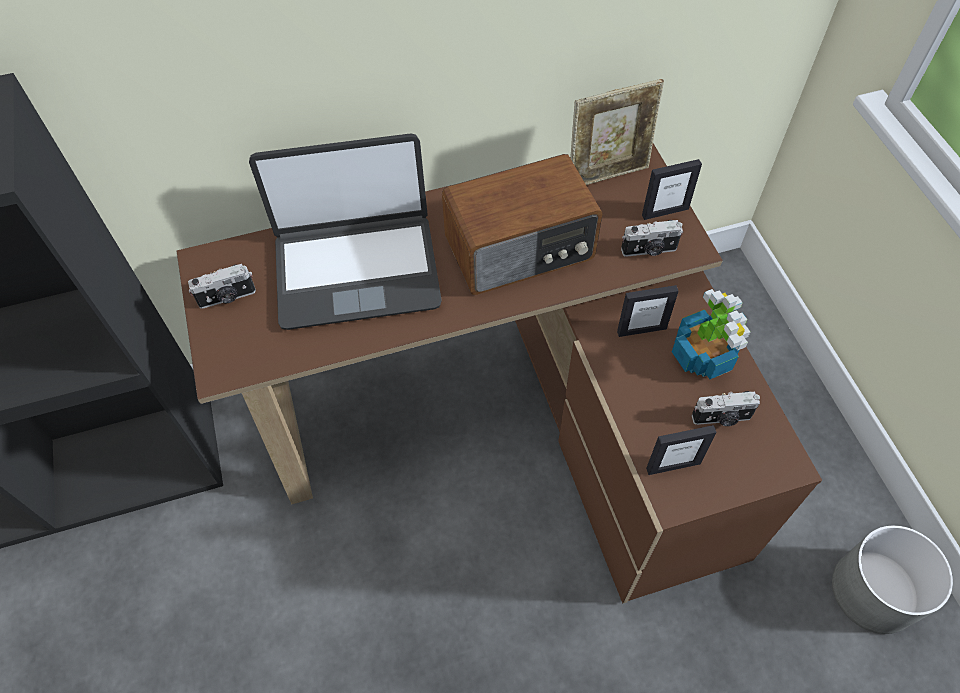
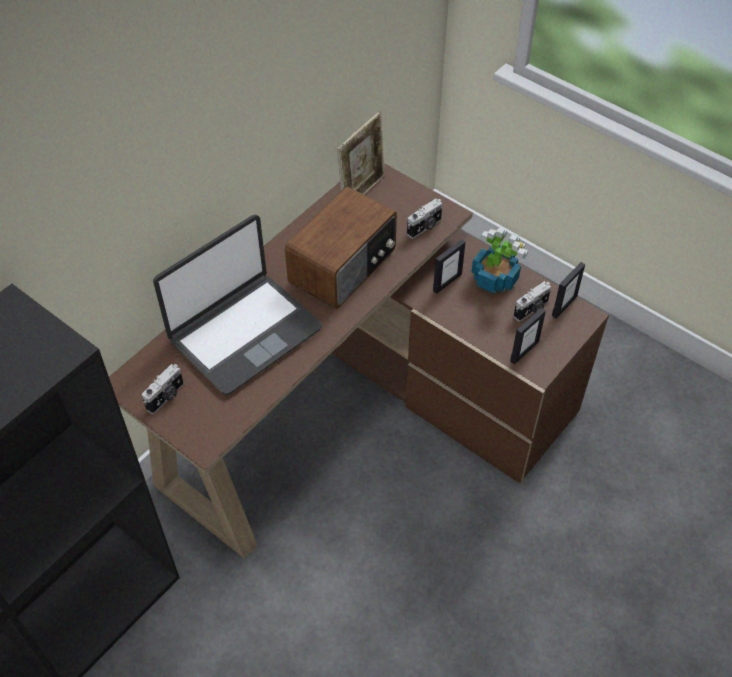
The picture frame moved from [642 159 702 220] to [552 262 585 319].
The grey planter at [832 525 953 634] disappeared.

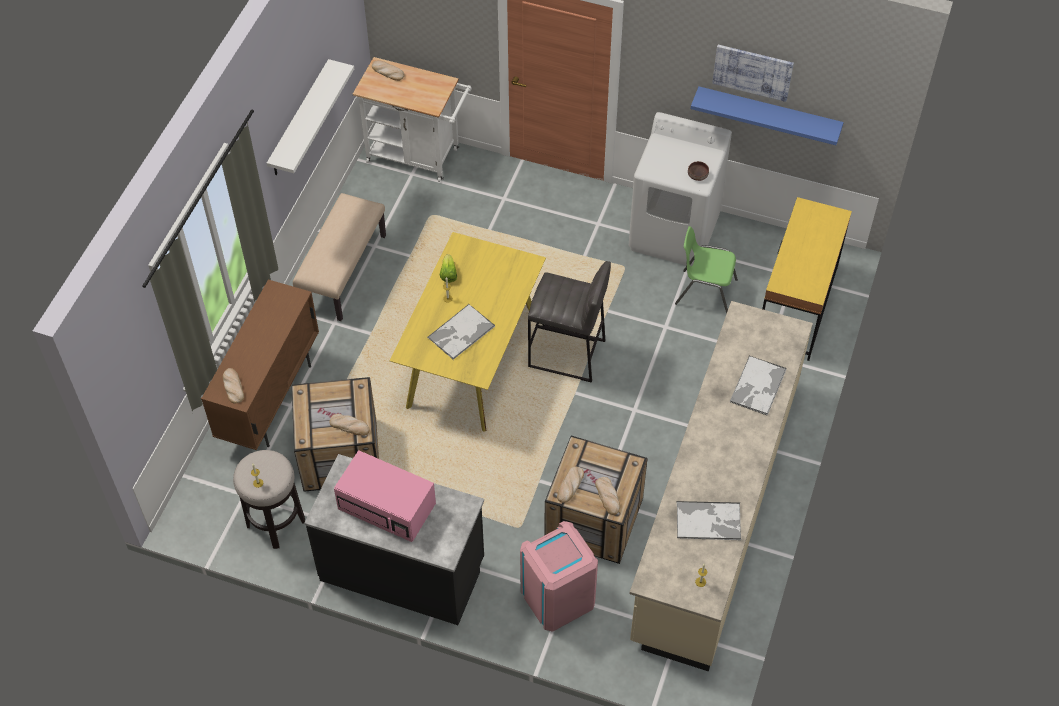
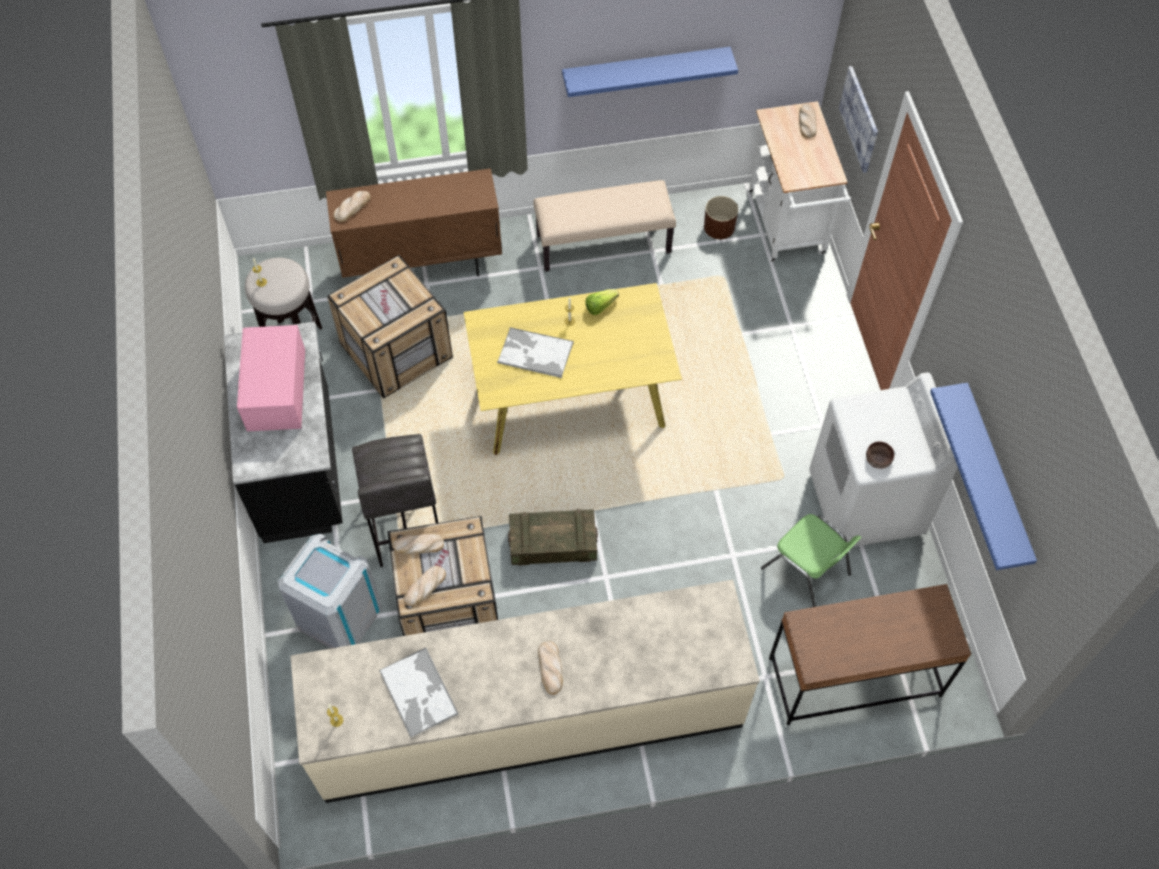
The white shelf at [267 59 354 175] became the blue shelf at [562 47 738 97].
The bread moved from [329 414 370 436] to [538 641 563 695].
The pink trash can at [520 521 598 632] became the grey trash can at [278 534 382 648].
The grey stool moved from [528 261 611 383] to [352 434 438 567].
The green chair at [675 226 738 314] turned 150 degrees clockwise.
The picture moved from [712 45 794 102] to [839 66 878 173].
The tray at [730 355 787 415] disappeared.
The yellow desk at [762 197 852 361] became the brown desk at [769 584 971 725].
The crate at [508 509 598 566] appeared.
The brown planter at [704 196 738 239] appeared.

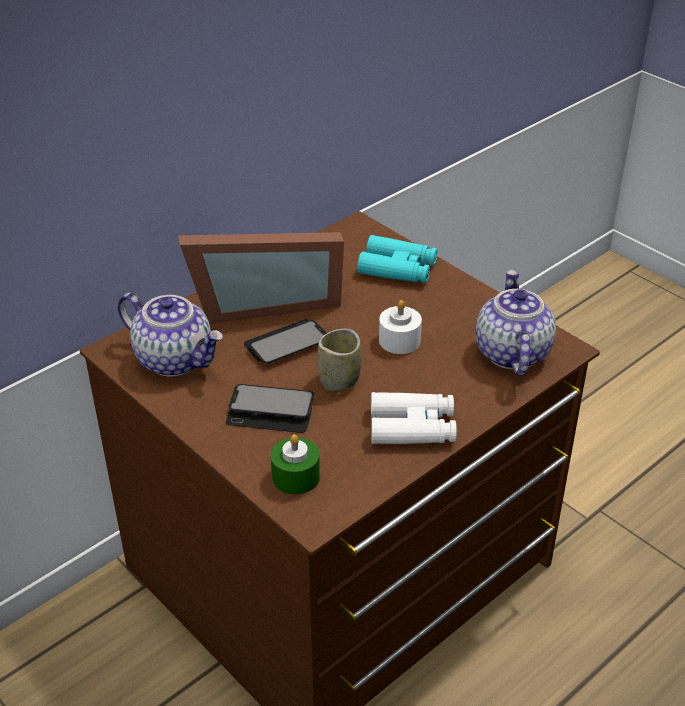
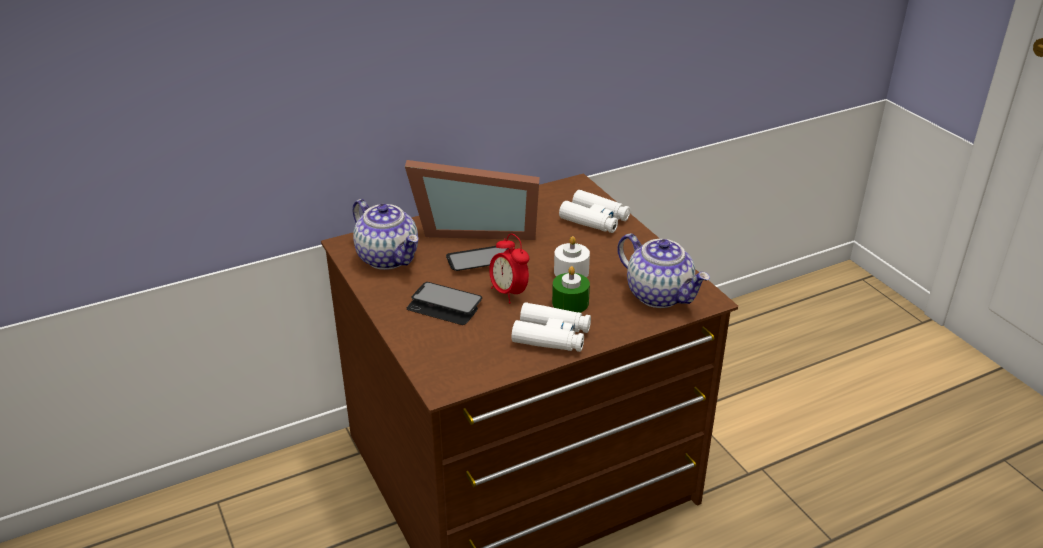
The green candle moved from [271 434 320 495] to [552 266 590 313].
The cup at [317 329 362 392] was replaced by the alarm clock at [489 233 529 303].
The turquoise binoculars at [357 235 437 283] became the white binoculars at [559 190 630 233].
The teapot at [475 270 556 375] turned 120 degrees clockwise.

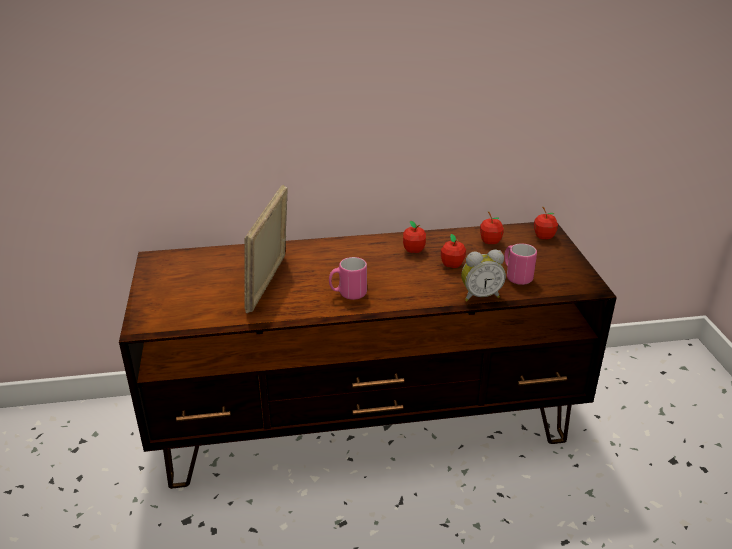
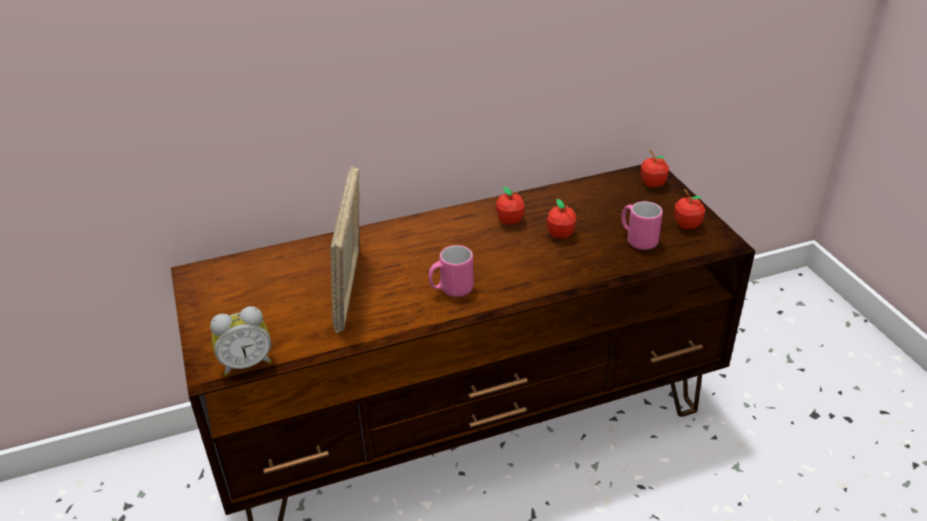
The alarm clock moved from [461 250 506 301] to [210 306 272 376].
The apple moved from [480 211 504 244] to [674 189 705 229].

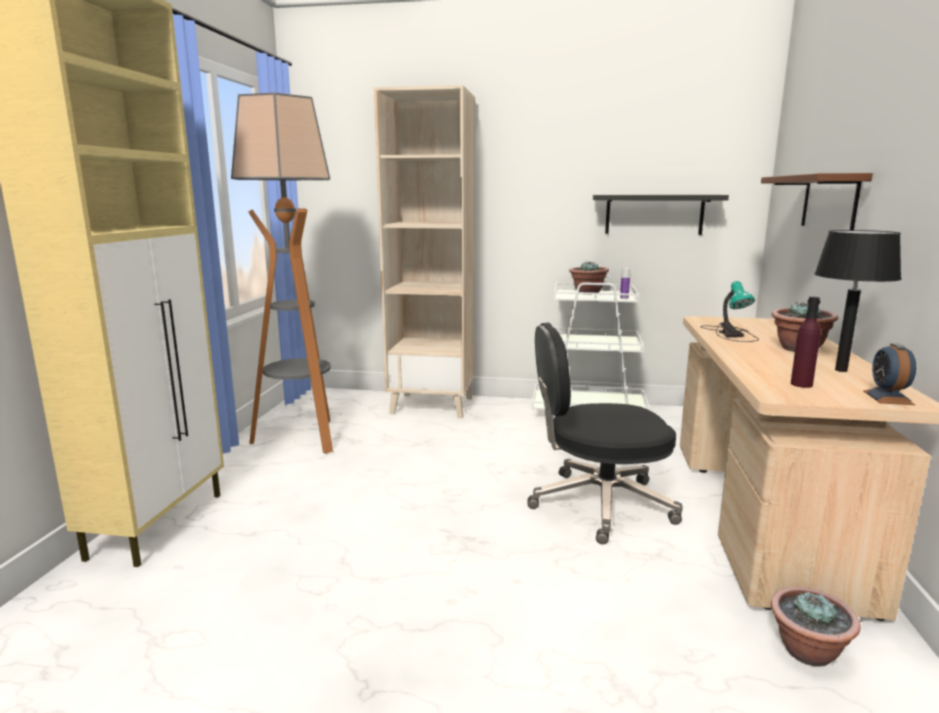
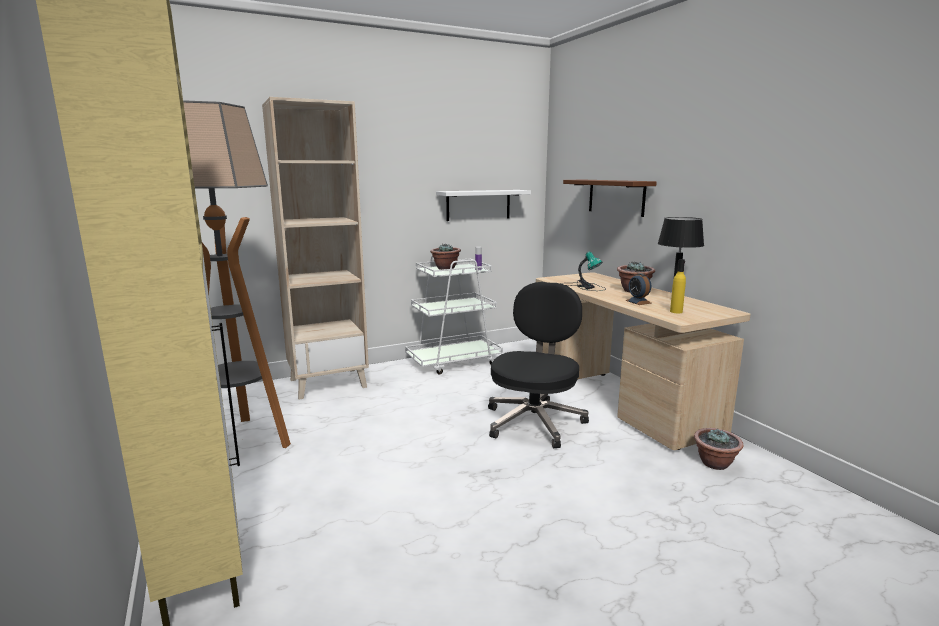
The black office chair at [528 322 683 544] turned 150 degrees clockwise.
The black shelf at [593 195 729 235] became the white shelf at [436 190 531 221].
The purple bottle at [791 297 820 388] became the yellow bottle at [670 259 686 313].
The alarm clock moved from [863 343 916 405] to [625 273 652 305].

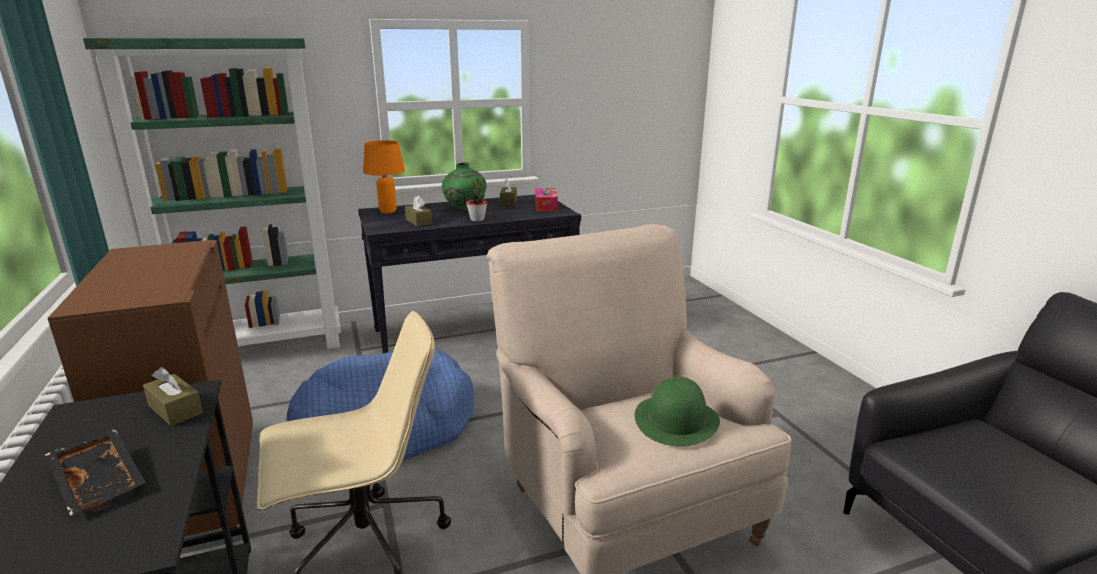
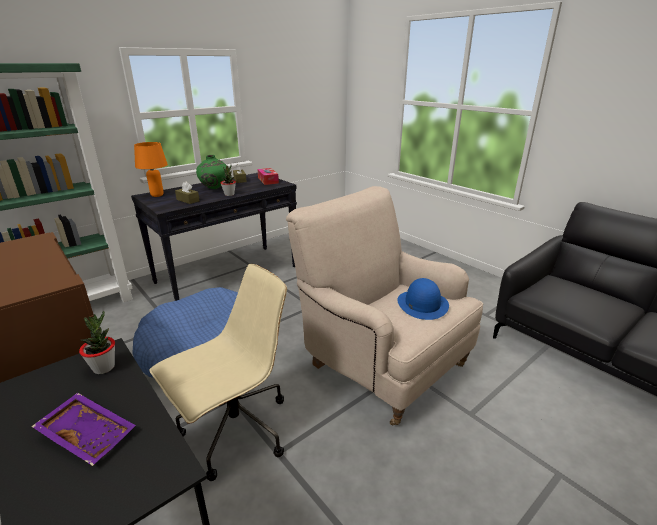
The black tray at [45 429 146 516] became the purple tray at [31 393 136 466].
The brown tissue box at [143 367 203 426] was replaced by the potted plant at [79 311 115 374].
The green hat at [635 377 720 447] became the blue hat at [397 278 449 320].

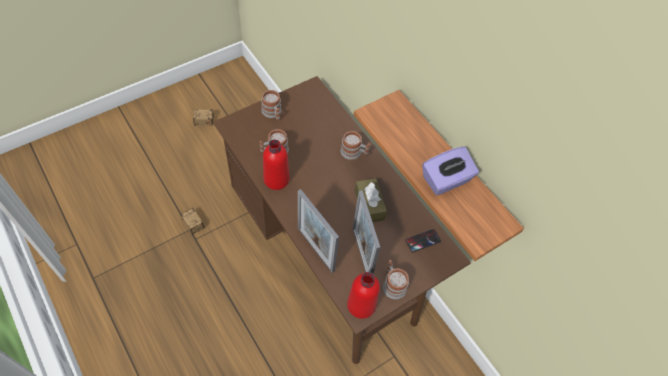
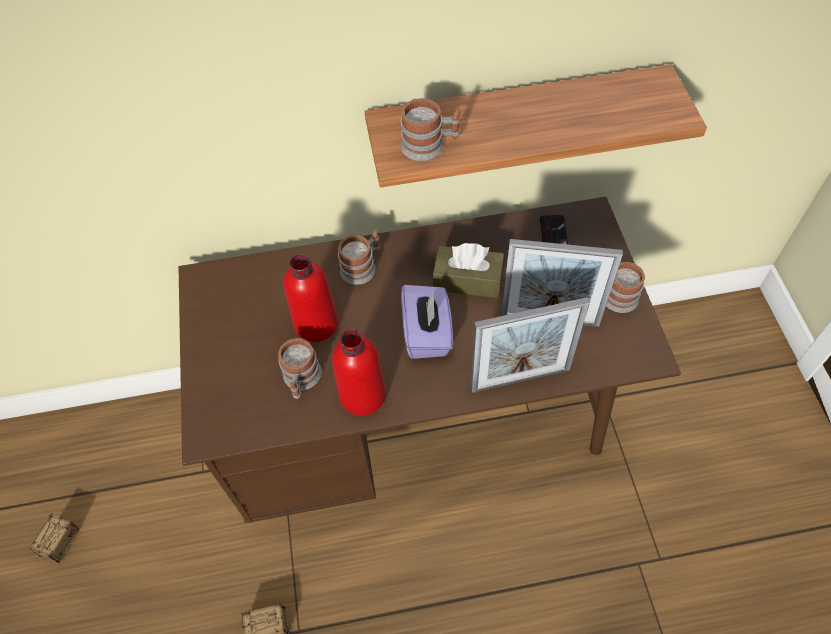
The mug moved from [261 90 282 120] to [401 98 461 161].
The red bottle moved from [347 272 380 319] to [284 254 338 342].
The purple tissue box moved from [422 147 479 195] to [401 285 453 359].

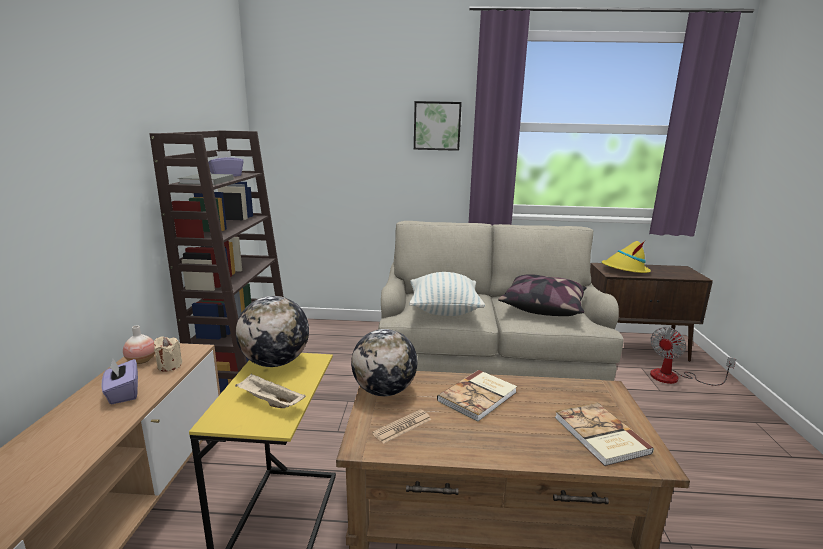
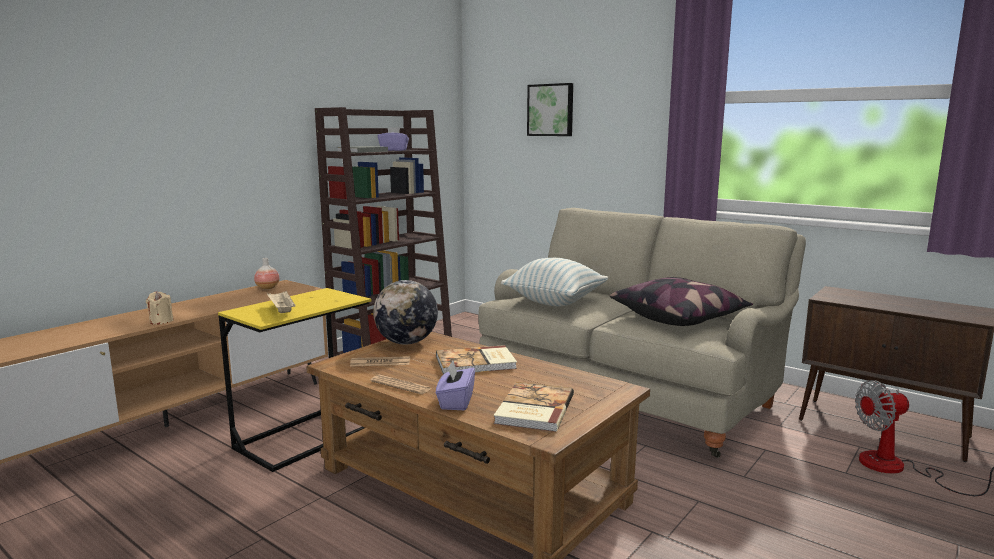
The purple tissue box moved from [102 359 138 404] to [436 361 475 410].
The beige candle moved from [154 336 182 372] to [146 291 174 325].
The globe at [236 296 309 367] disappeared.
The picture moved from [414 101 462 151] to [527 83 573 136].
The yellow hat at [601 241 651 273] disappeared.
The newspaper at [370 375 432 394] appeared.

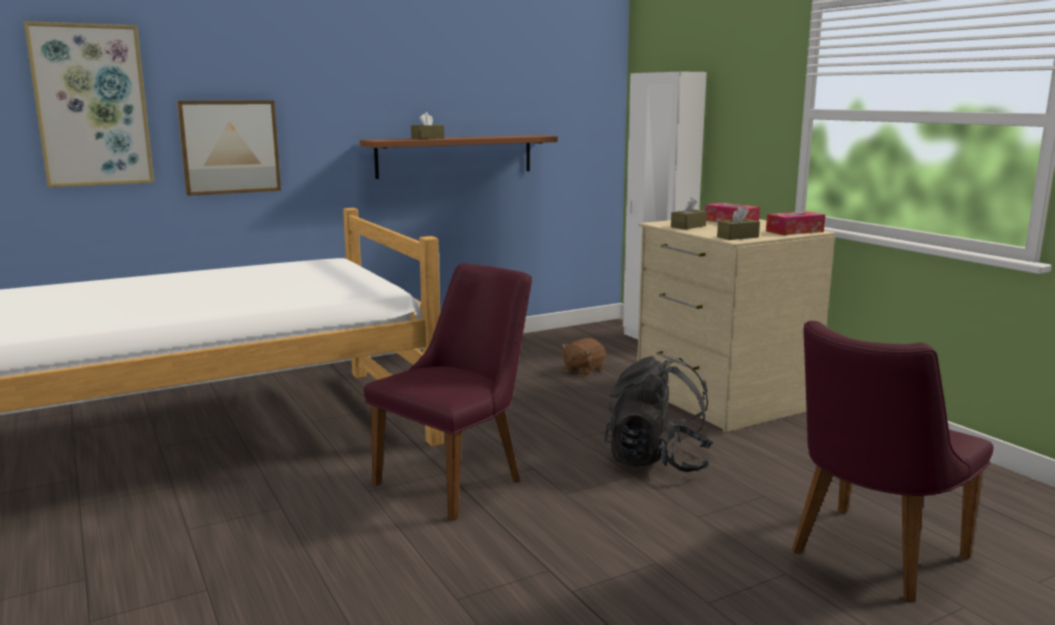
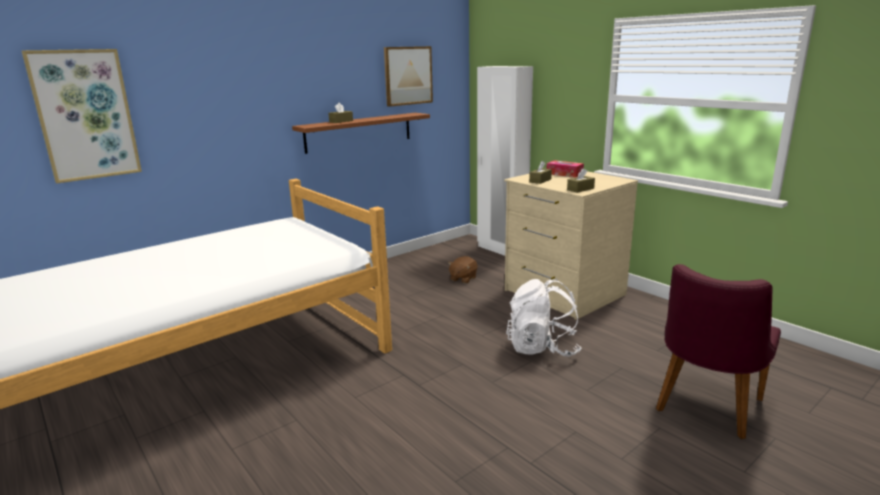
The picture moved from [177 100 281 196] to [384 46 433 107].
The purple chair at [364 263 532 521] disappeared.
The black backpack at [604 356 713 472] became the white backpack at [506 279 582 357].
The tissue box at [766 211 825 235] disappeared.

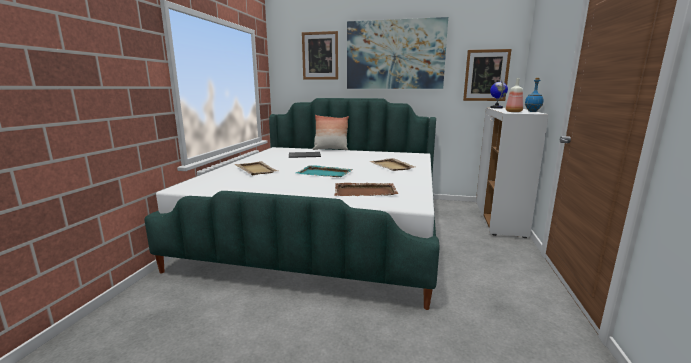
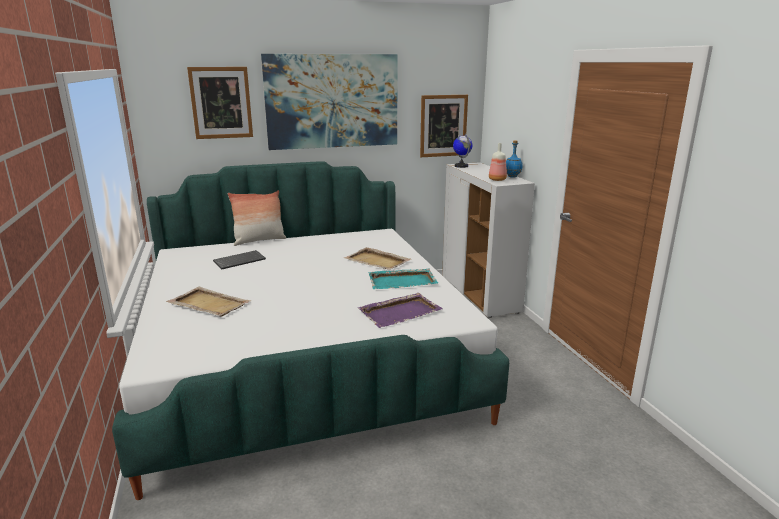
The turquoise tray moved from [296 165 353 177] to [368 269 438 289].
The brown tray at [334 183 398 196] became the purple tray at [358 293 443 328].

